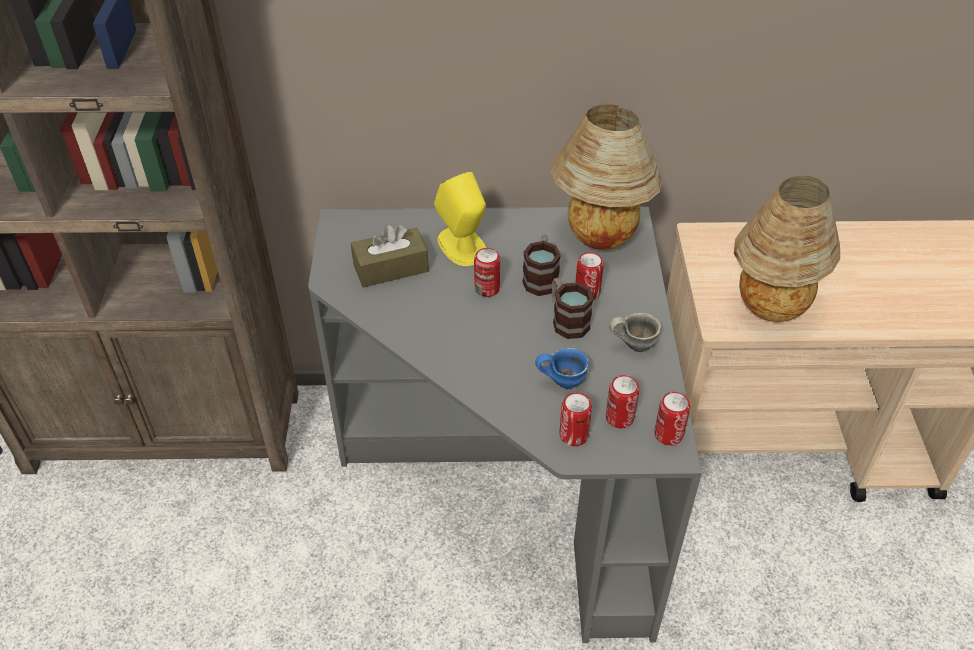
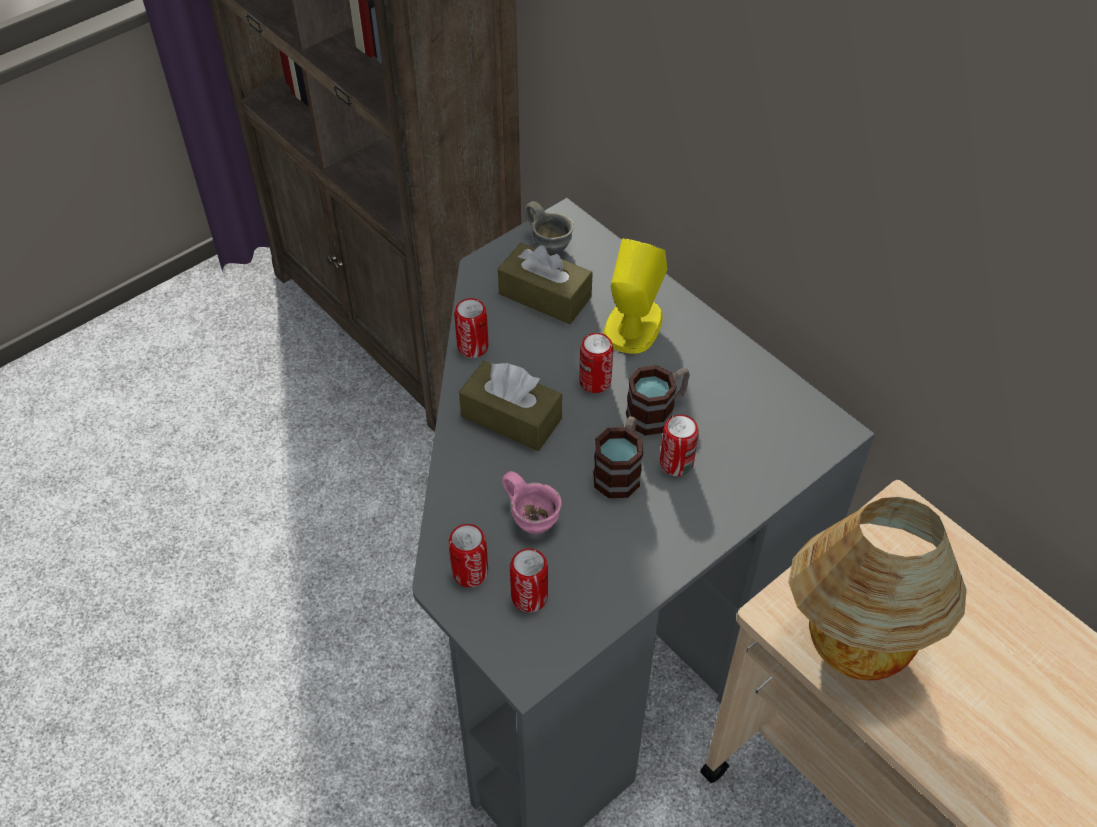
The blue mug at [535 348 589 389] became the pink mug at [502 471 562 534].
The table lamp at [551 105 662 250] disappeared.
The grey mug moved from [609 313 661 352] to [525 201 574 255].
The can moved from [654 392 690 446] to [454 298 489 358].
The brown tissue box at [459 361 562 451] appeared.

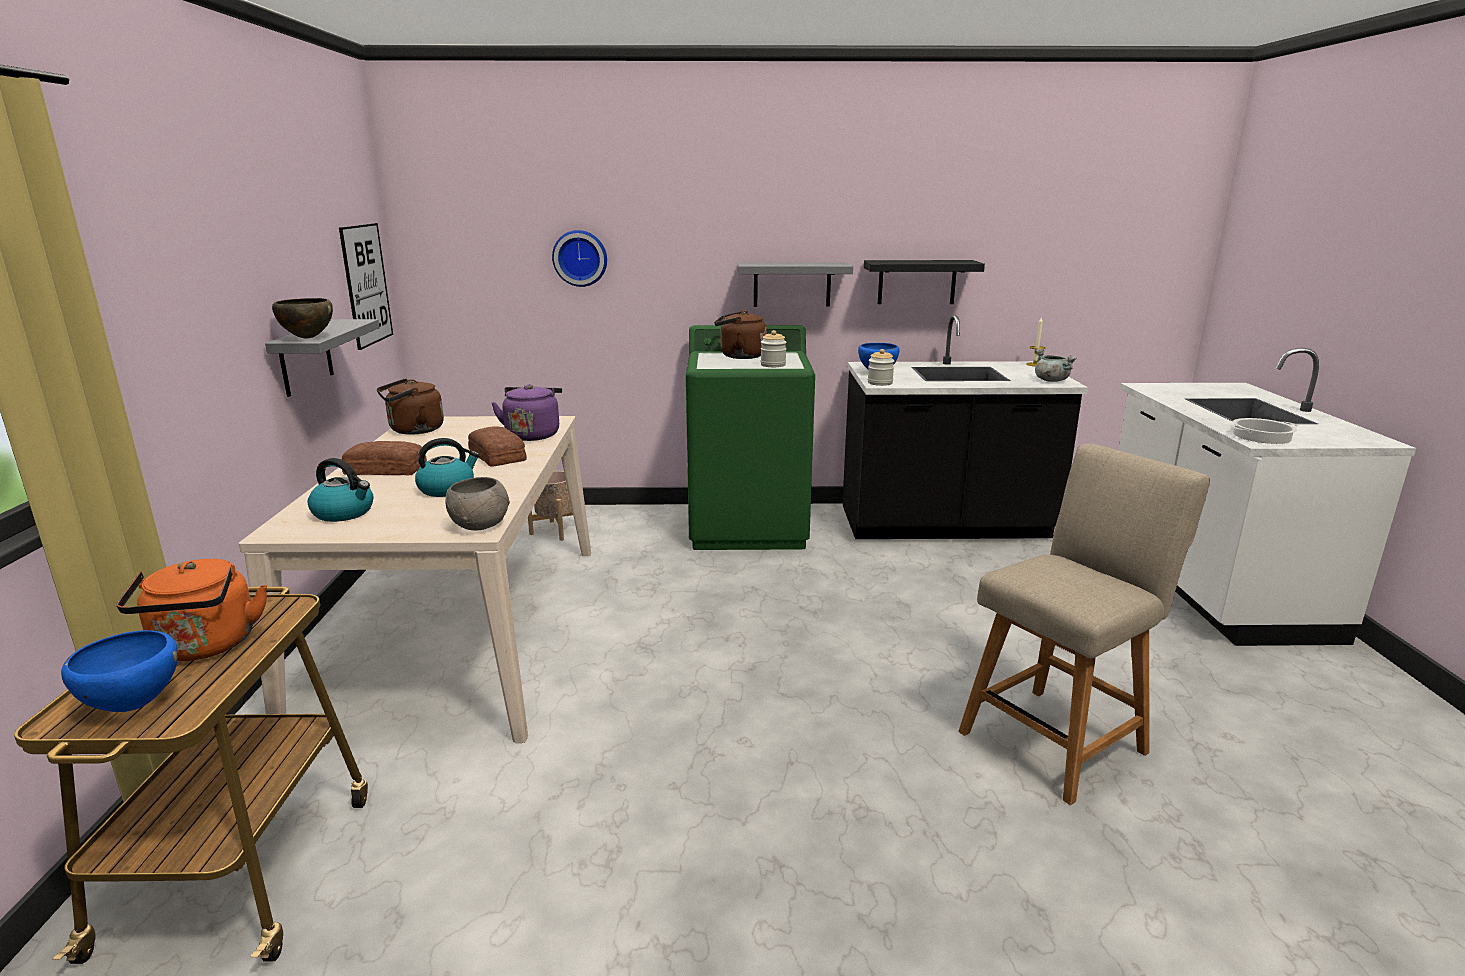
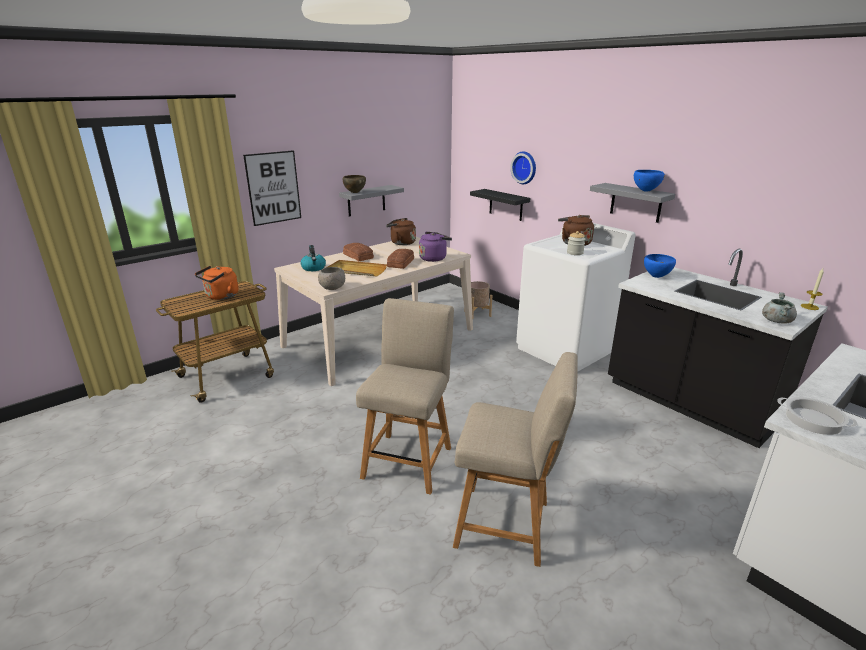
The blue bowl moved from [61 630 178 712] to [634 170 665 192].
The picture moved from [339 223 393 350] to [243 150 301 226].
The kettle at [415 438 480 497] was replaced by the beige tray at [326 260 387 276].
The green washing machine at [686 325 815 550] became the white washing machine at [516 221 636 371].
The black shelf moved from [864 260 985 304] to [470 189 530 221].
The jar at [868 349 894 386] disappeared.
The beige chair at [356 298 454 495] appeared.

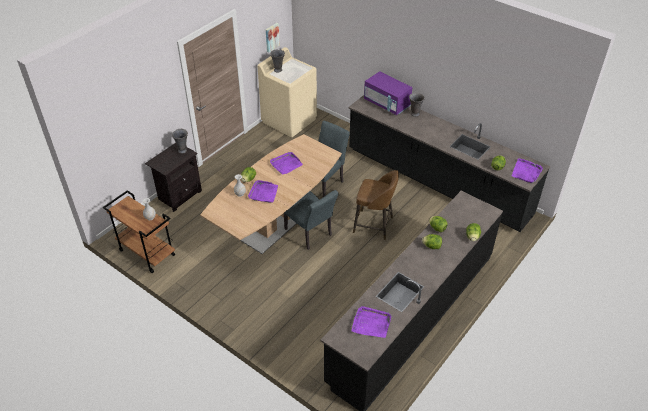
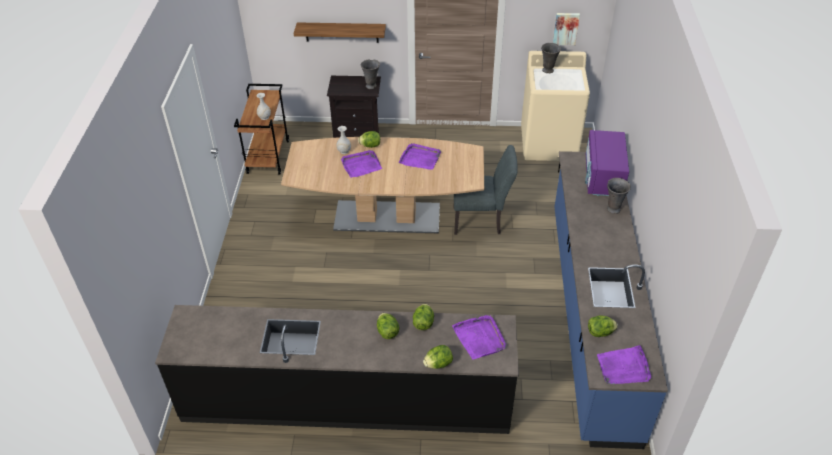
The grey chair at [284 190 339 250] disappeared.
The black counter at [348 95 550 232] became the blue counter at [554 151 668 449].
The purple tray moved from [352 306 392 338] to [452 315 507 359].
The brown stool at [353 170 399 240] disappeared.
The shelf at [294 22 386 43] appeared.

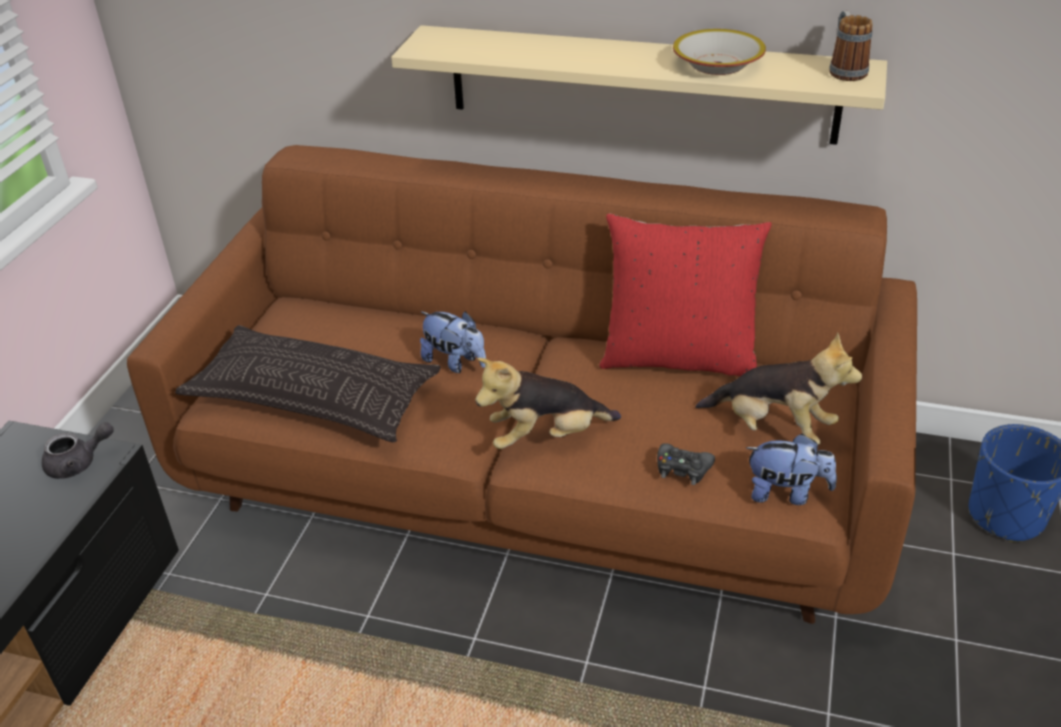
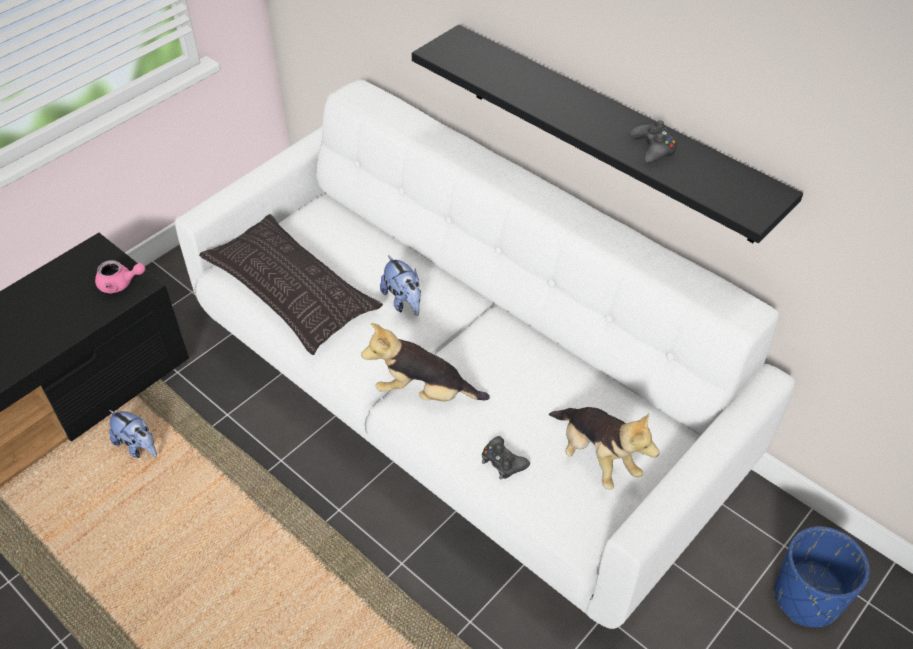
The grey teapot at [42 422 114 479] became the pink teapot at [95 260 145 294].
The brown sofa at [127 145 917 624] became the white sofa at [175 80 795 629].
The beige shelf at [391 25 887 145] became the black shelf at [412 25 803 243].
The red pillow at [599 214 772 376] disappeared.
The bowl at [673 29 766 75] was replaced by the black game controller at [630 120 677 163].
The plush toy moved from [746 434 837 505] to [109 410 157 458].
The mug at [829 11 873 81] disappeared.

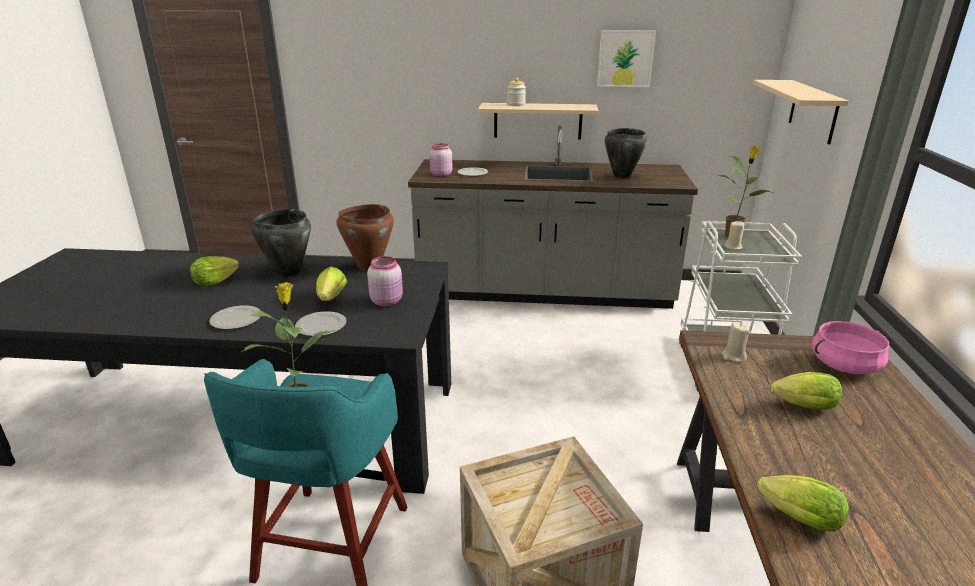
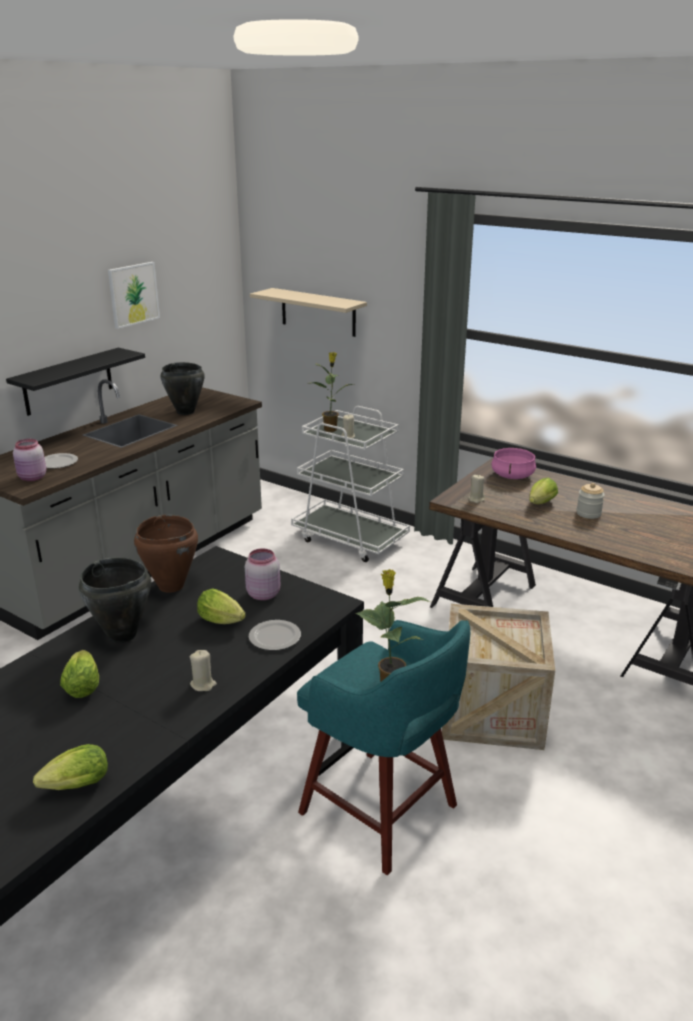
The plate at [209 305 261 329] was replaced by the beige candle at [190 650 217 691].
The beige shelf at [478 103 599 139] became the black shelf at [6 348 145 416].
The jar moved from [507 78 526 106] to [576 483 605 519].
The lettuce moved from [757 475 849 531] to [33 744 108 790].

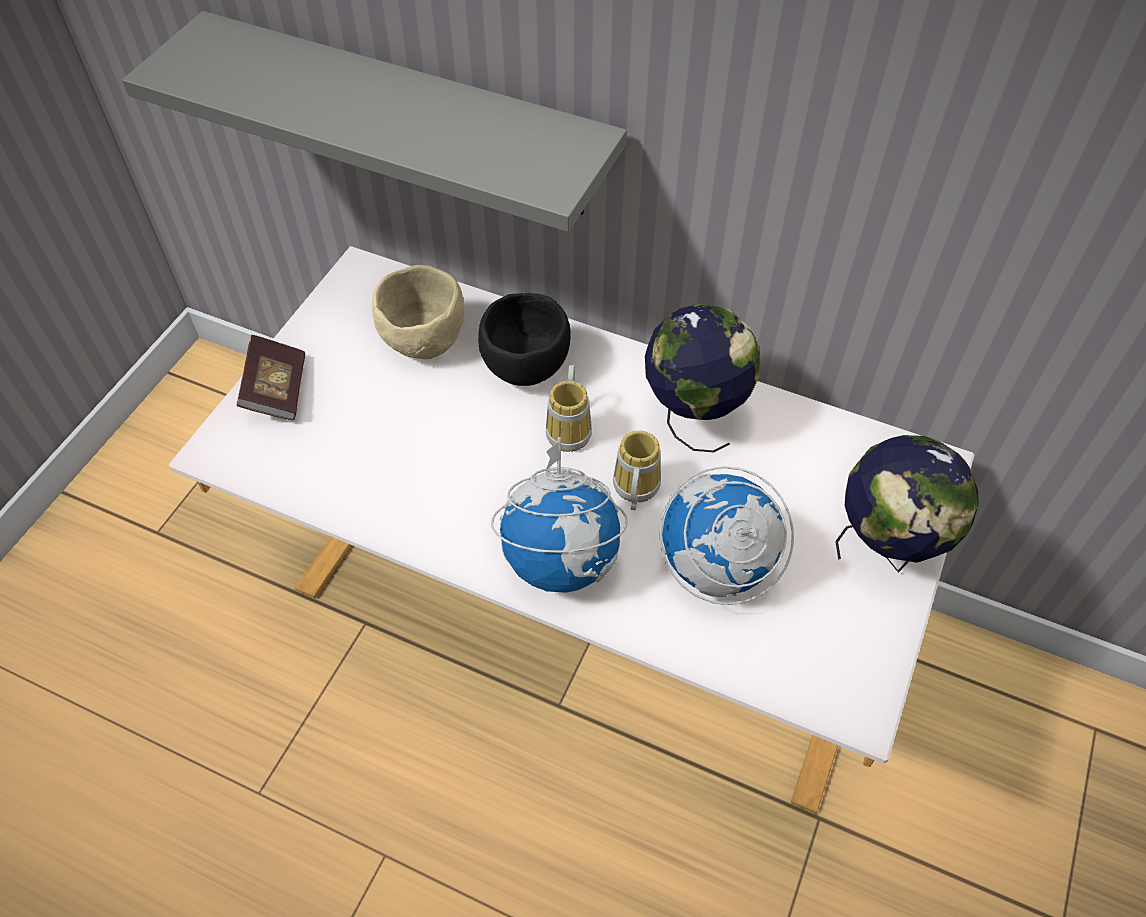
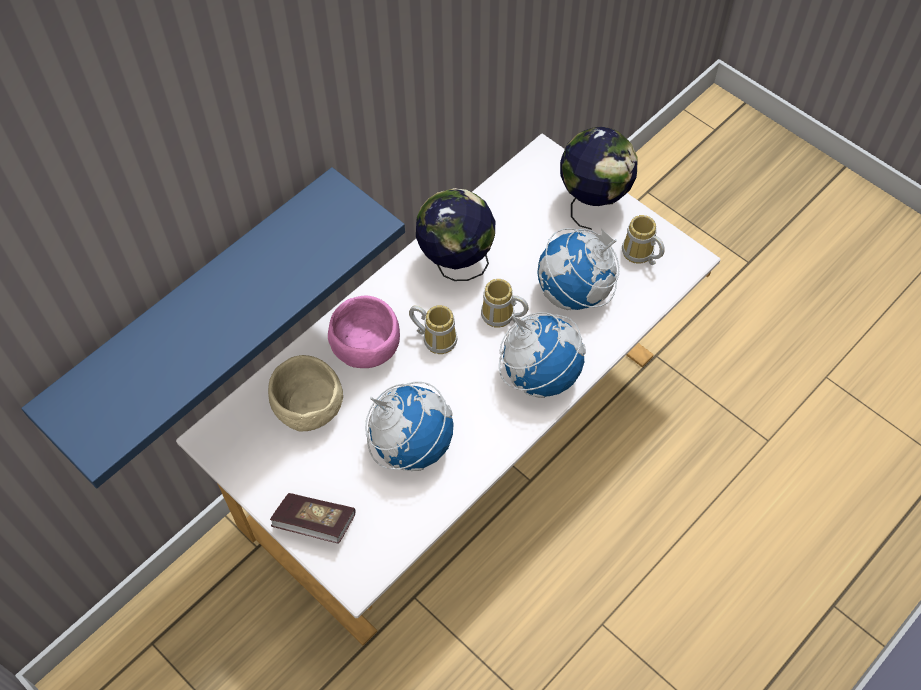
The grey shelf at [122 11 627 232] became the blue shelf at [21 167 405 488].
The black bowl at [478 293 571 386] became the pink bowl at [328 296 400 368].
The globe at [365 382 454 471] appeared.
The mug at [622 215 665 265] appeared.

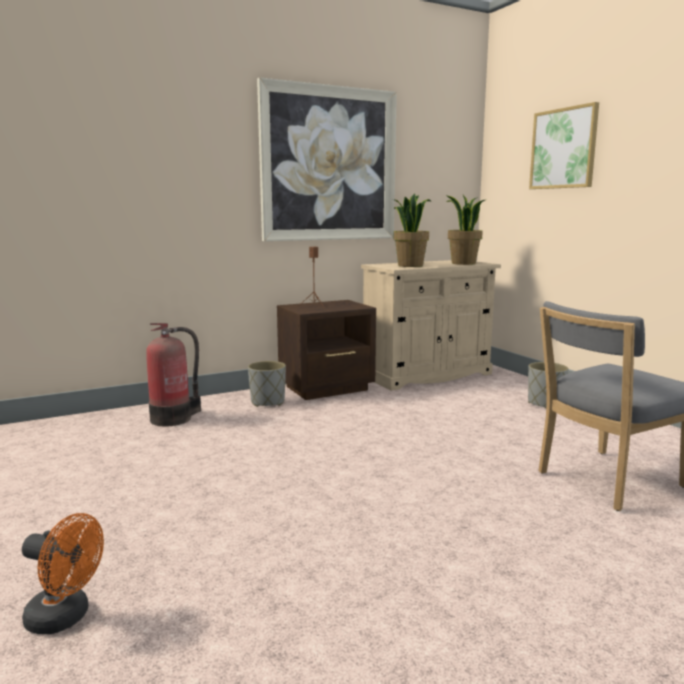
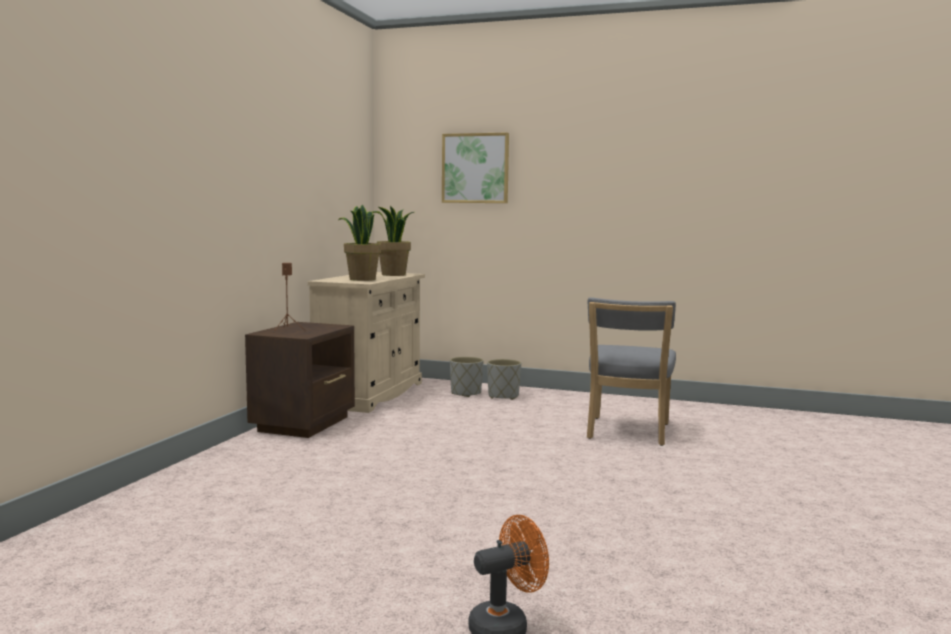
The fire extinguisher at [146 323 201 426] disappeared.
The grey planter moved from [248 361 286 407] to [450 357 483 397].
The picture at [257 77 397 241] disappeared.

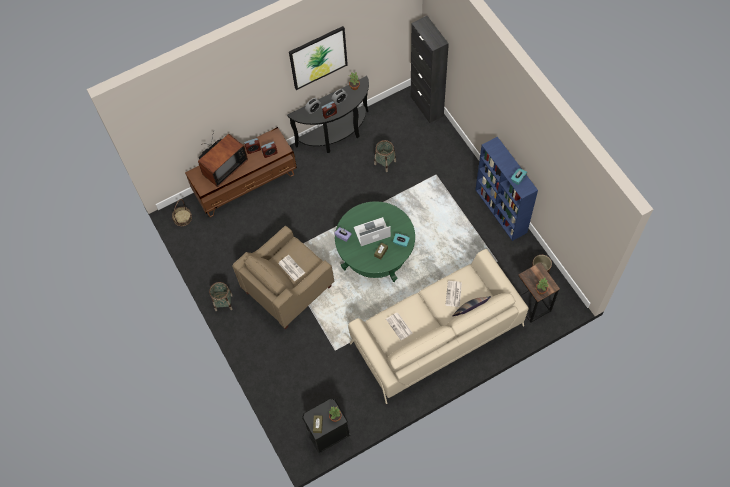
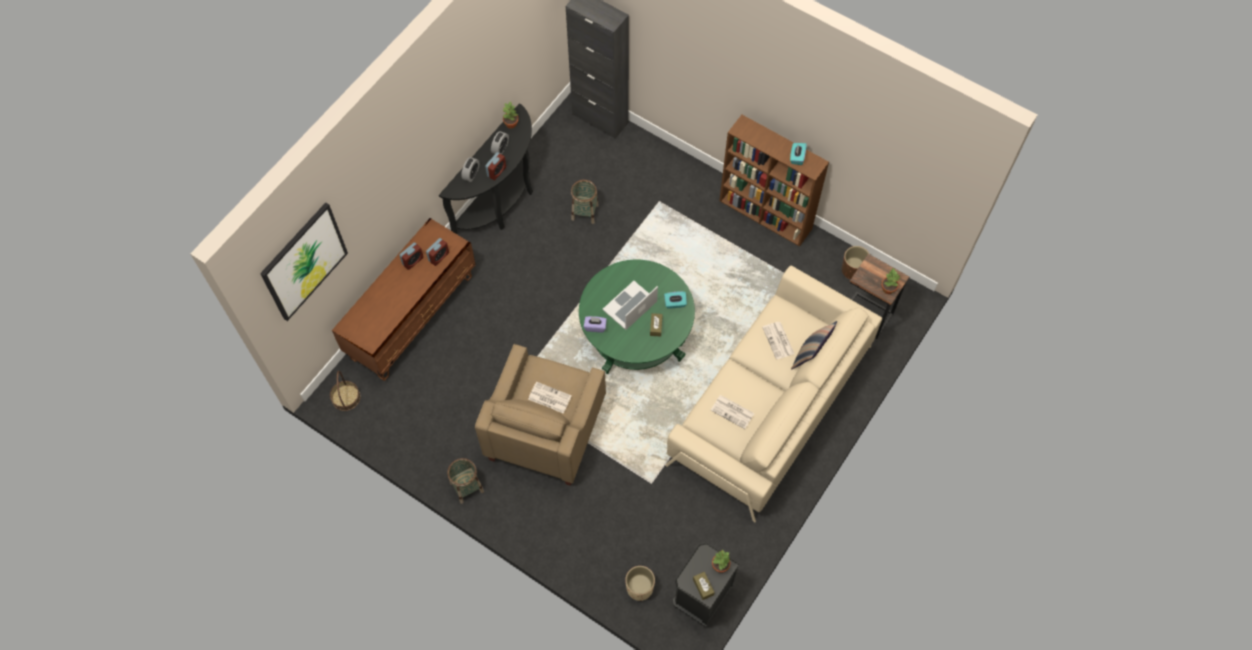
The television at [198 132 248 187] disappeared.
The picture moved from [289 26 348 90] to [260 202 348 321].
The blue bookcase at [475 137 538 241] became the brown bookcase at [719 115 829 247].
The beige planter at [625 566 655 601] appeared.

